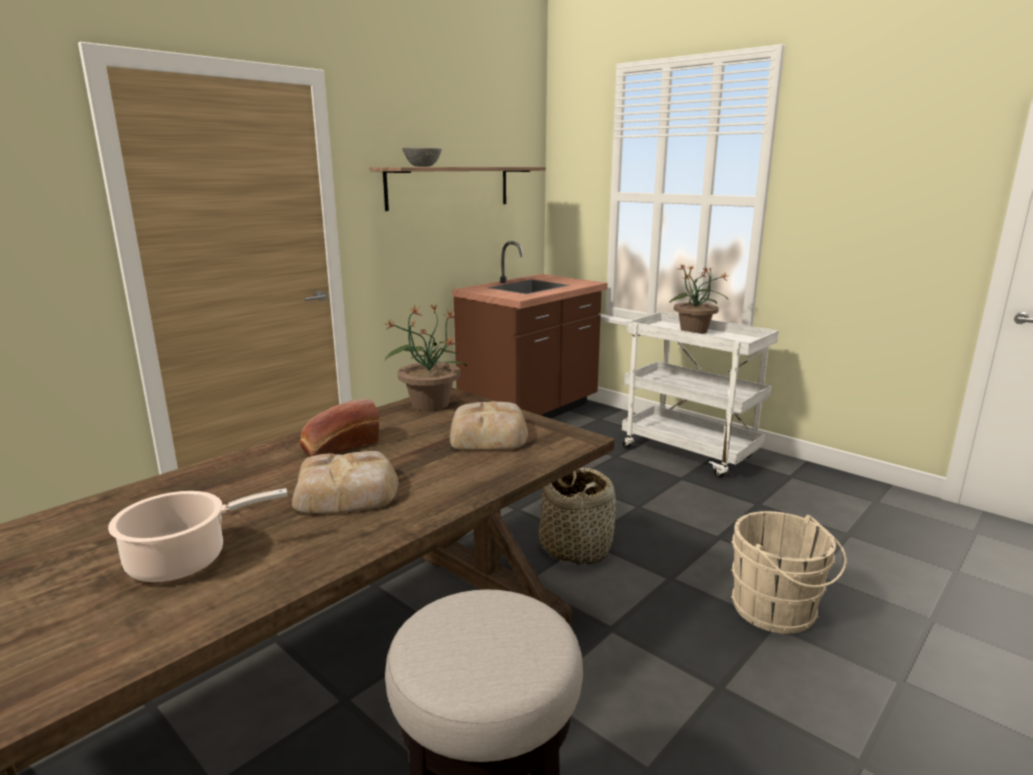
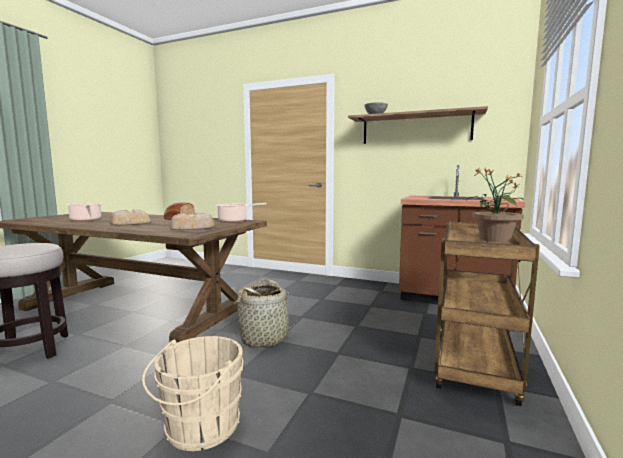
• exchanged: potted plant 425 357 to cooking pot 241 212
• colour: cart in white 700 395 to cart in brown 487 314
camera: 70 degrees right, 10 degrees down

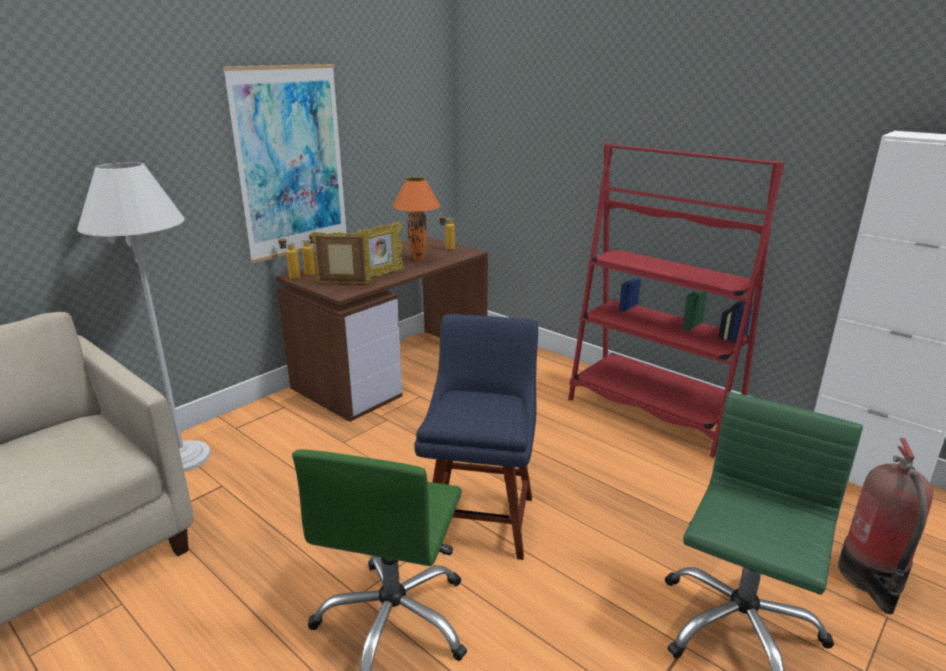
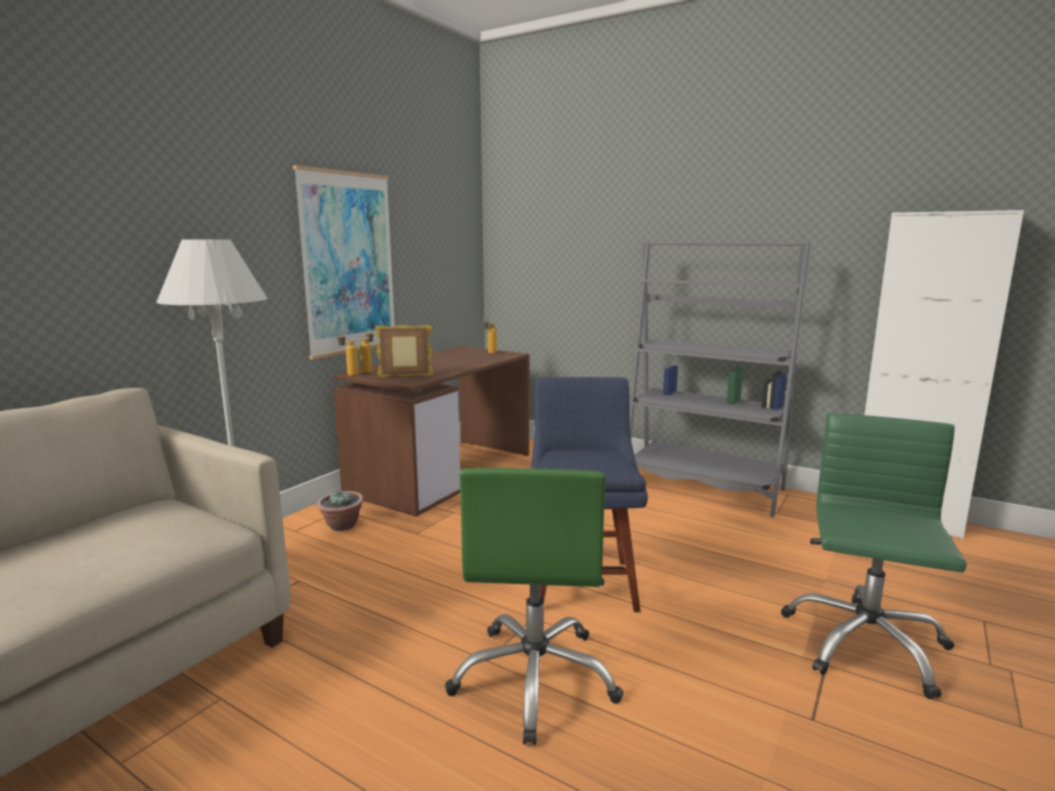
• missing: picture frame 380 249
• missing: table lamp in orange 416 219
• missing: fire extinguisher 885 526
• appeared: potted plant 340 511
• colour: bookcase in red 676 300 to bookcase in grey 719 379
camera: 10 degrees left, 10 degrees down

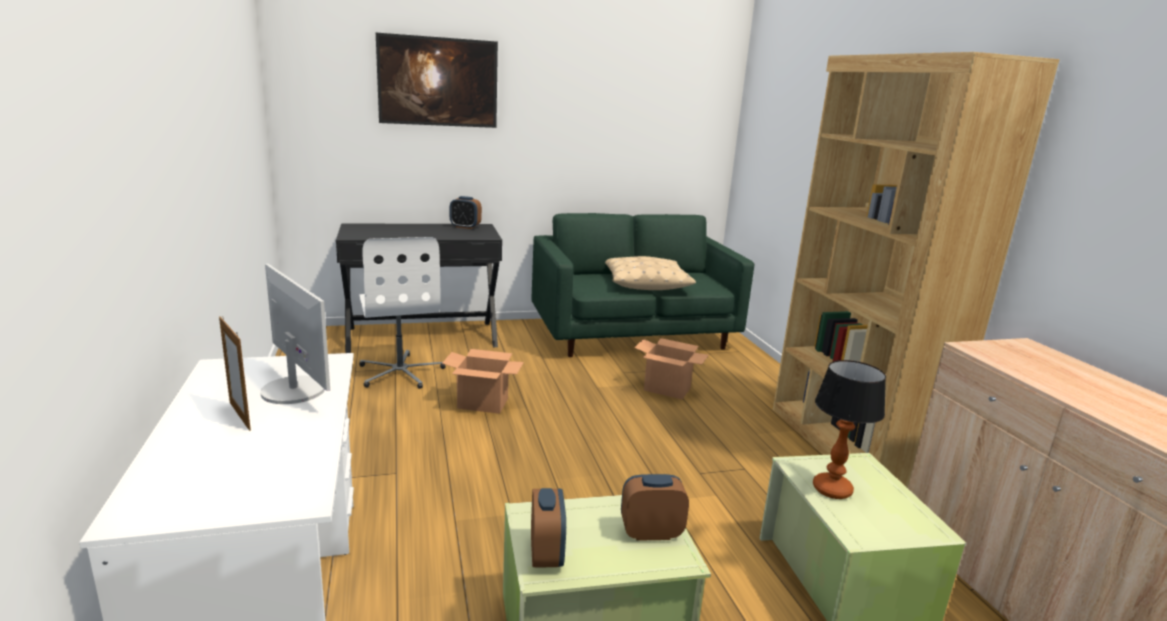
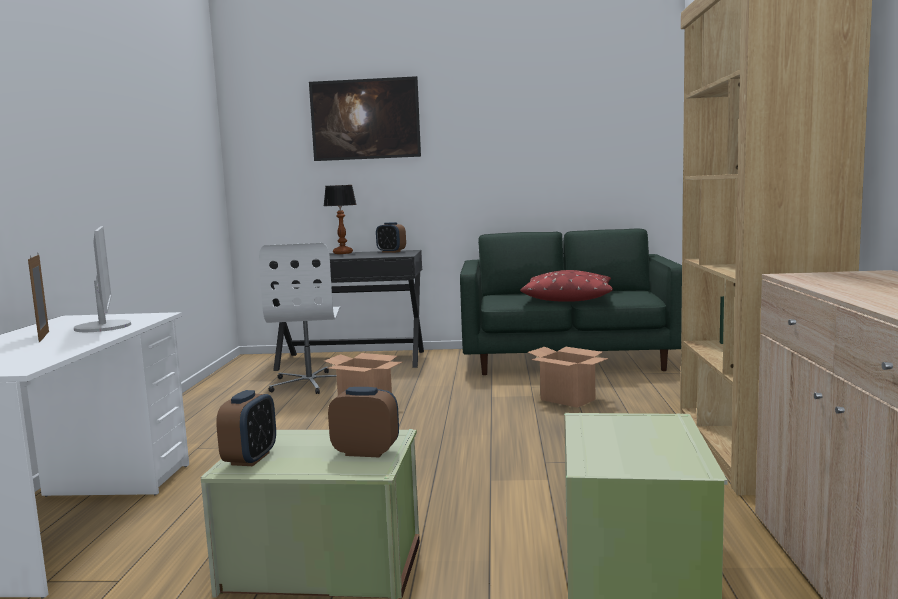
• relocated: table lamp 849 429 to 340 219
• colour: pillow in beige 650 273 to pillow in red 566 286
camera: 20 degrees right, 10 degrees down

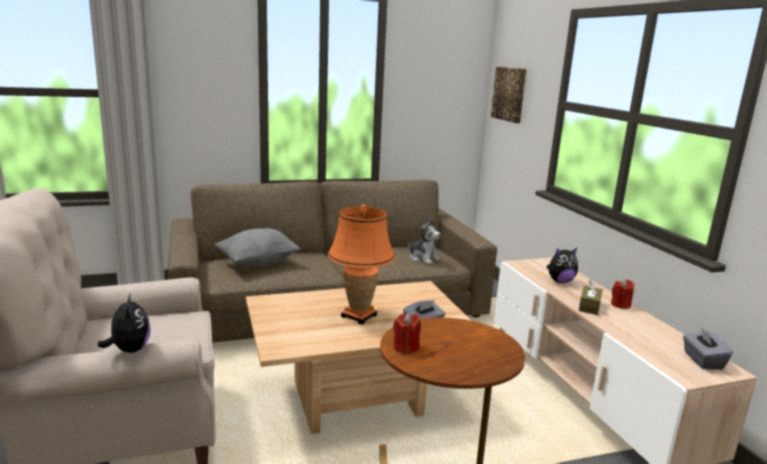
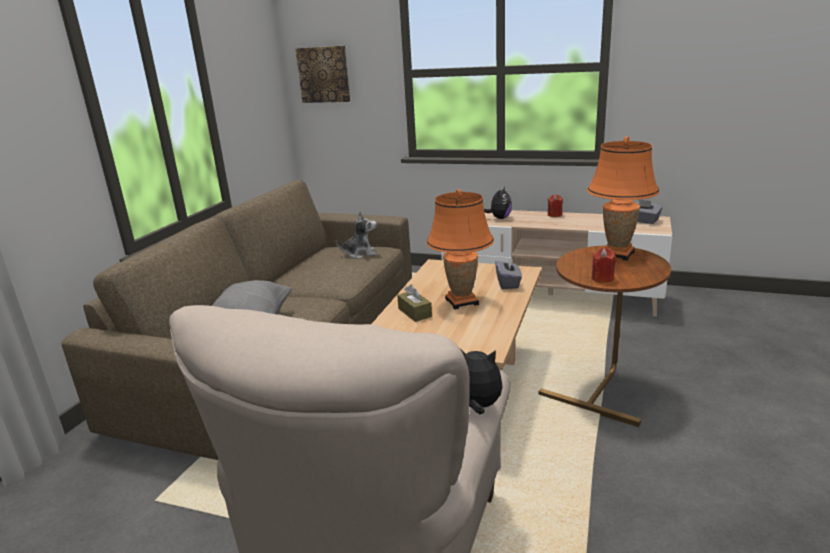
• appeared: table lamp in orange 623 198
• relocated: tissue box in brown 591 297 to 414 303
camera: 50 degrees left, 5 degrees up

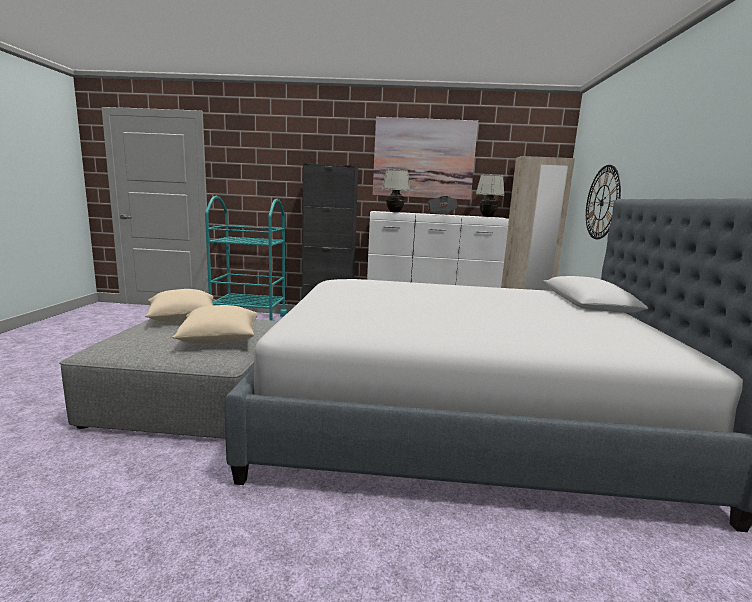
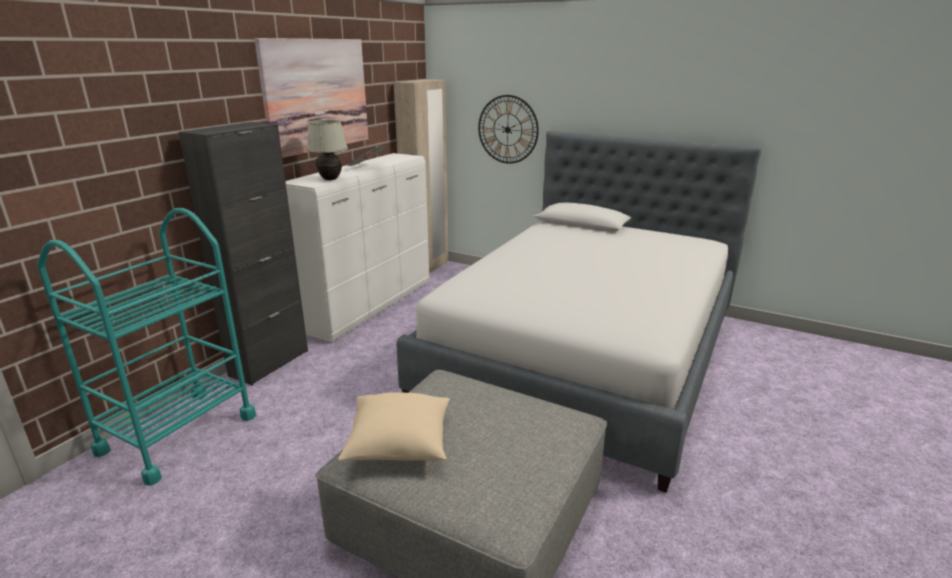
• missing: pillow in beige 215 324
• missing: table lamp in white 490 196
camera: 65 degrees left, 10 degrees up

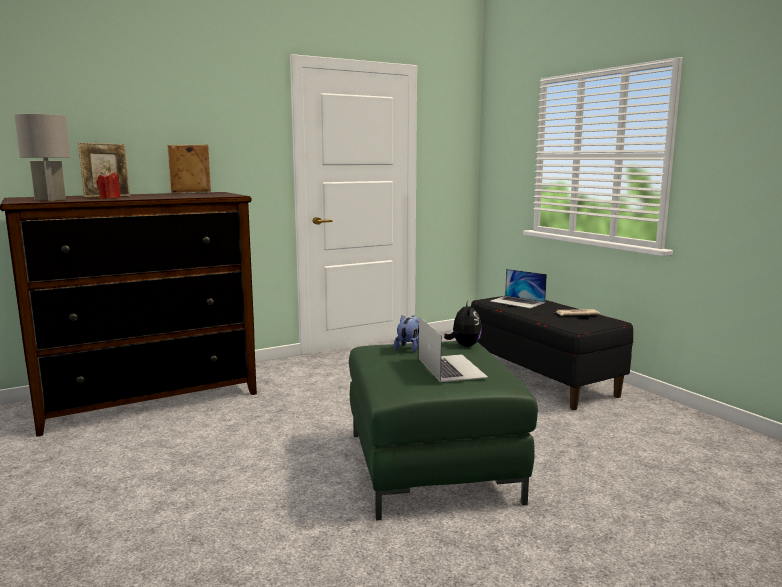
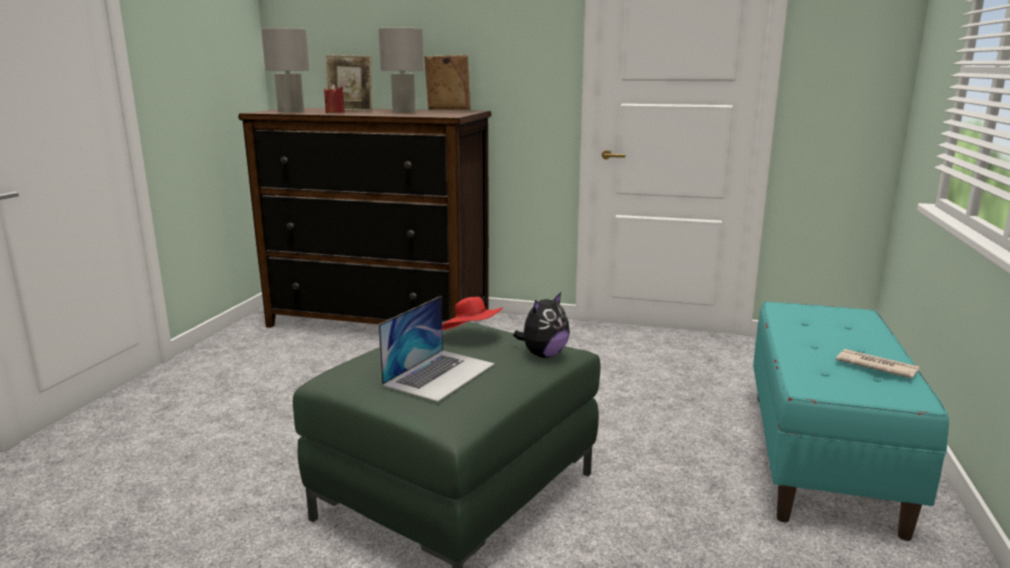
• missing: laptop 518 288
• appeared: table lamp in grey 401 70
• exchanged: plush toy 406 333 to hat in red 472 313
• colour: bench in black 552 353 to bench in turquoise 851 421
camera: 45 degrees right, 5 degrees up

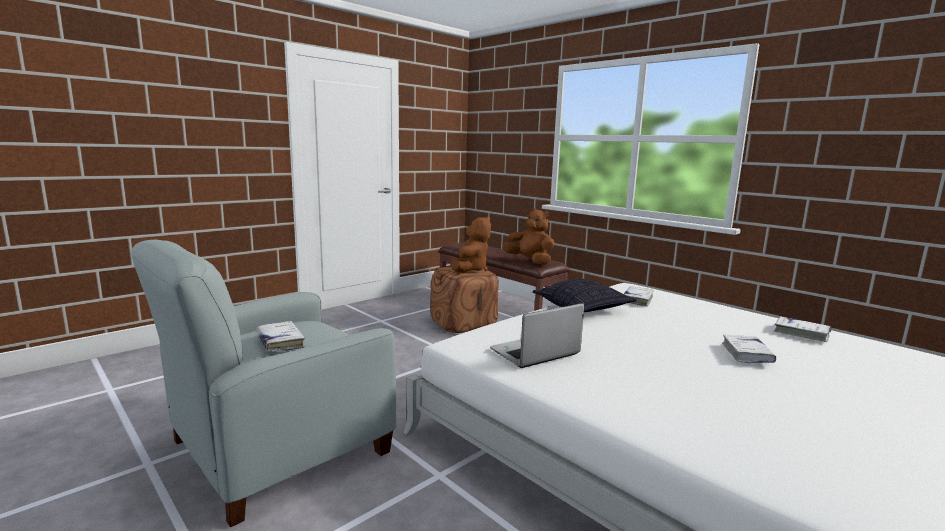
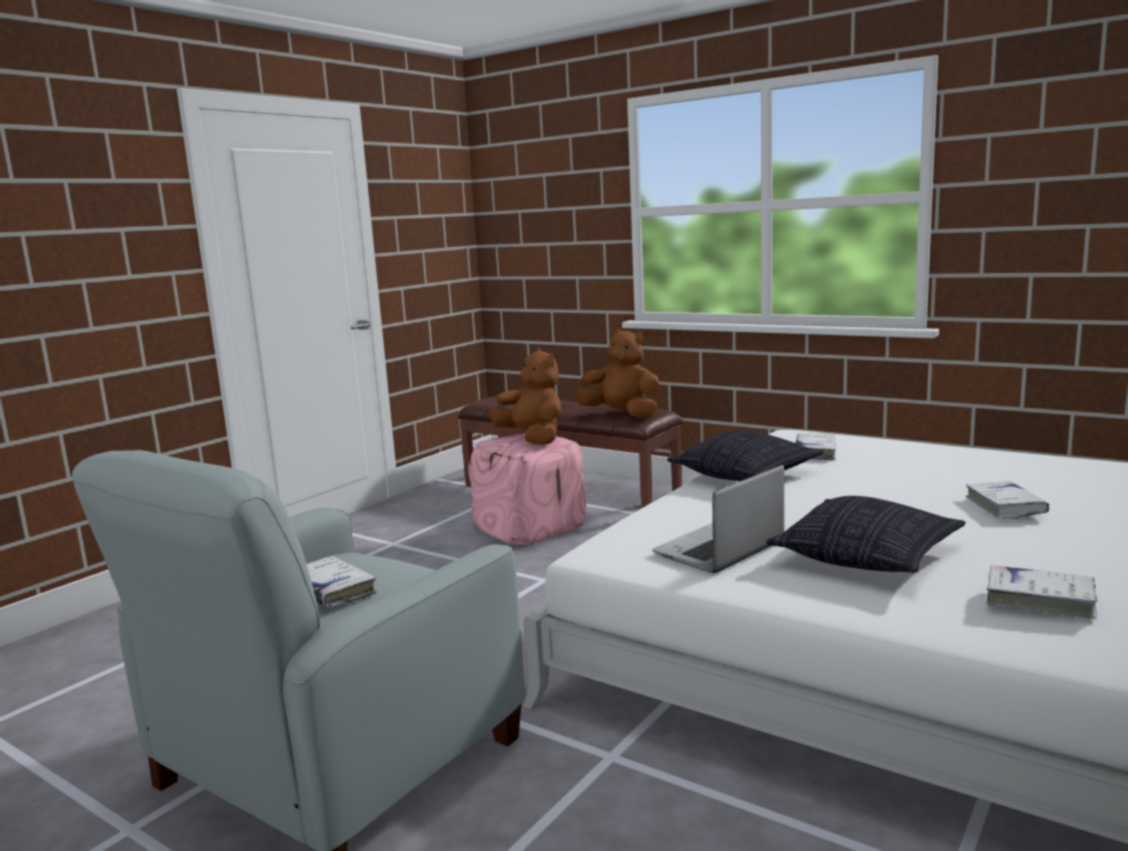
• appeared: pillow 866 534
• relocated: book in white 802 329 to 1042 592
• colour: ottoman in brown 464 299 to ottoman in pink 527 489
• spun: plush toy in brown 471 244 = 525 396 45 degrees counterclockwise
camera: 10 degrees left, 0 degrees up

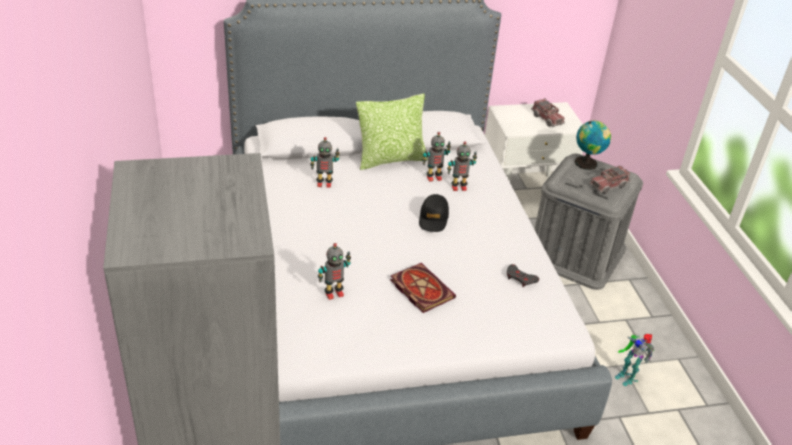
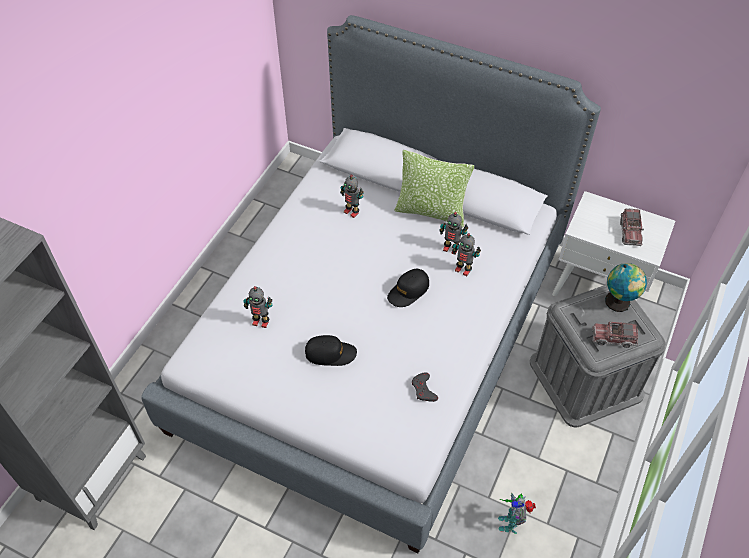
• exchanged: book 423 288 to cap in black 331 350
camera: 40 degrees right, 15 degrees up

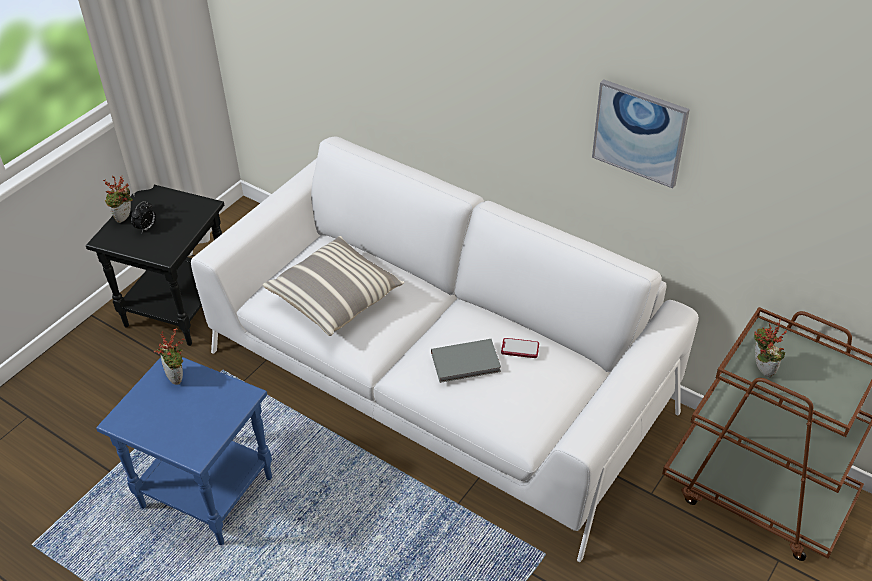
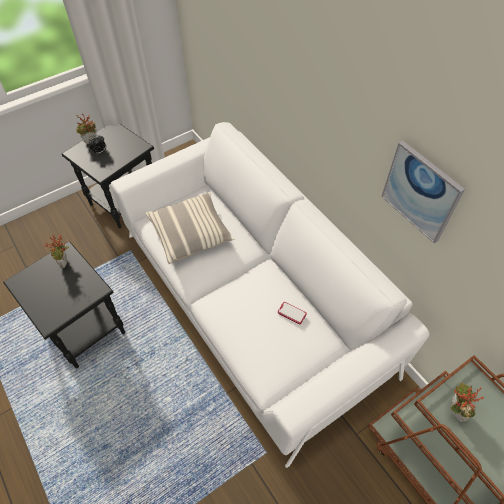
• missing: book in grey 466 361
• colour: side table in blue 184 451 to side table in black 64 304
camera: 20 degrees right, 10 degrees up

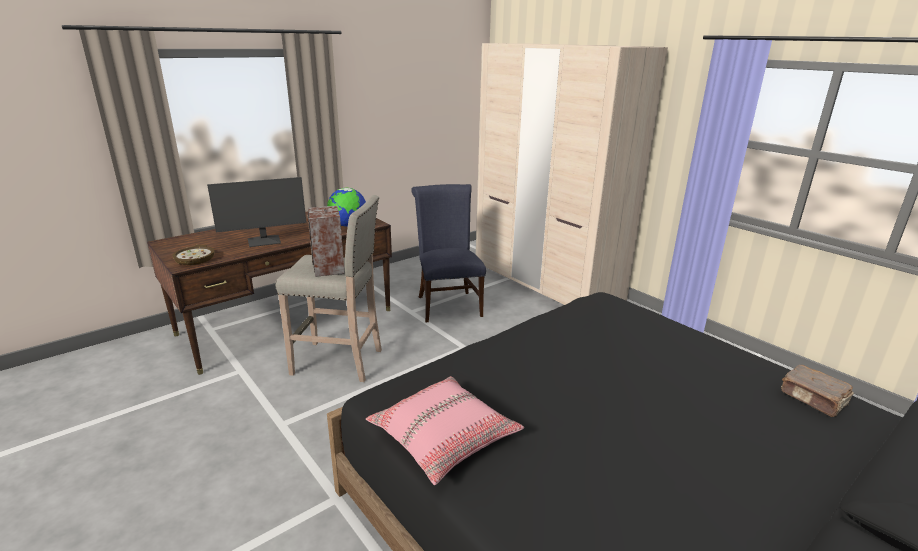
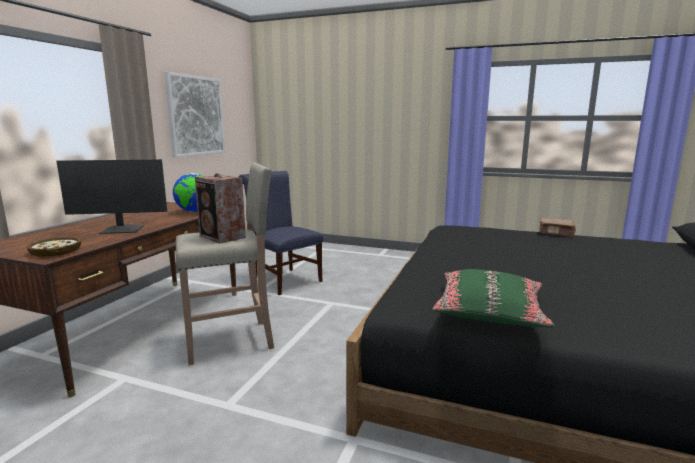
• missing: wardrobe in beige 572 174
• appeared: picture 194 115
• relocated: book in brown 817 391 to 557 227
• colour: pillow in pink 445 430 to pillow in green 493 298
• spun: monitor 256 212 = 112 196 45 degrees clockwise
camera: 30 degrees left, 10 degrees down

